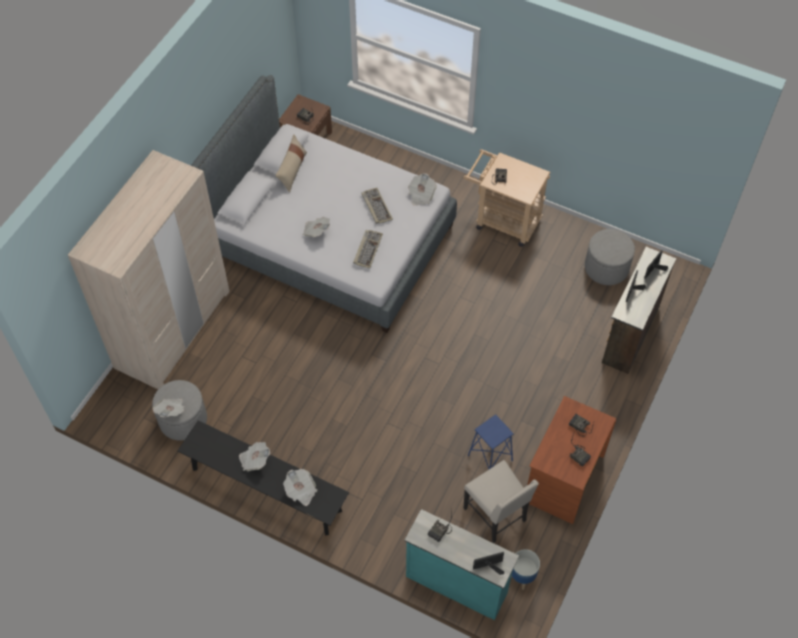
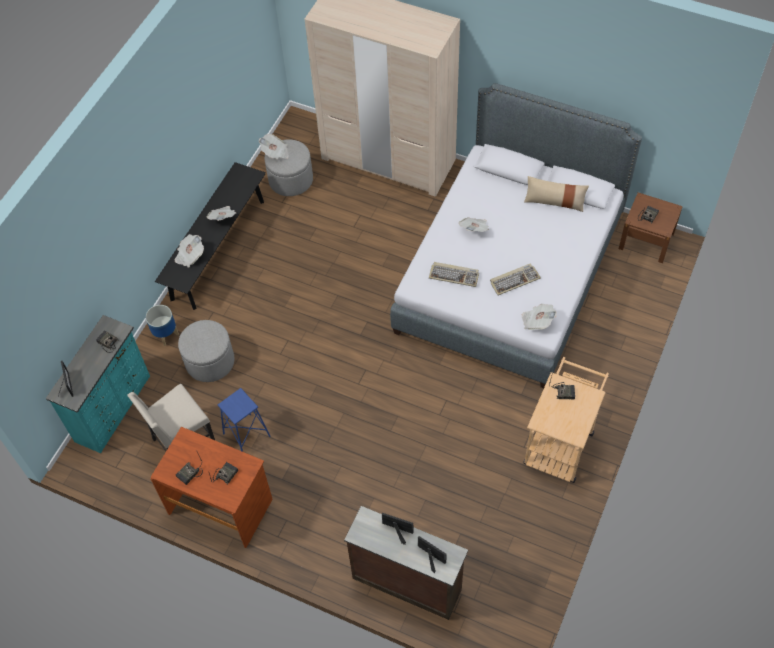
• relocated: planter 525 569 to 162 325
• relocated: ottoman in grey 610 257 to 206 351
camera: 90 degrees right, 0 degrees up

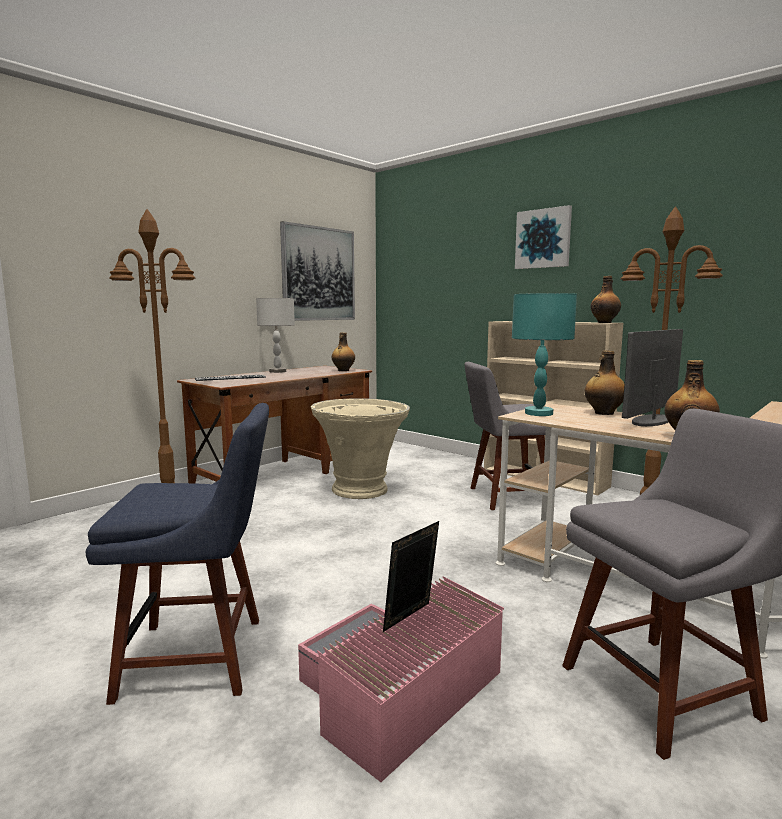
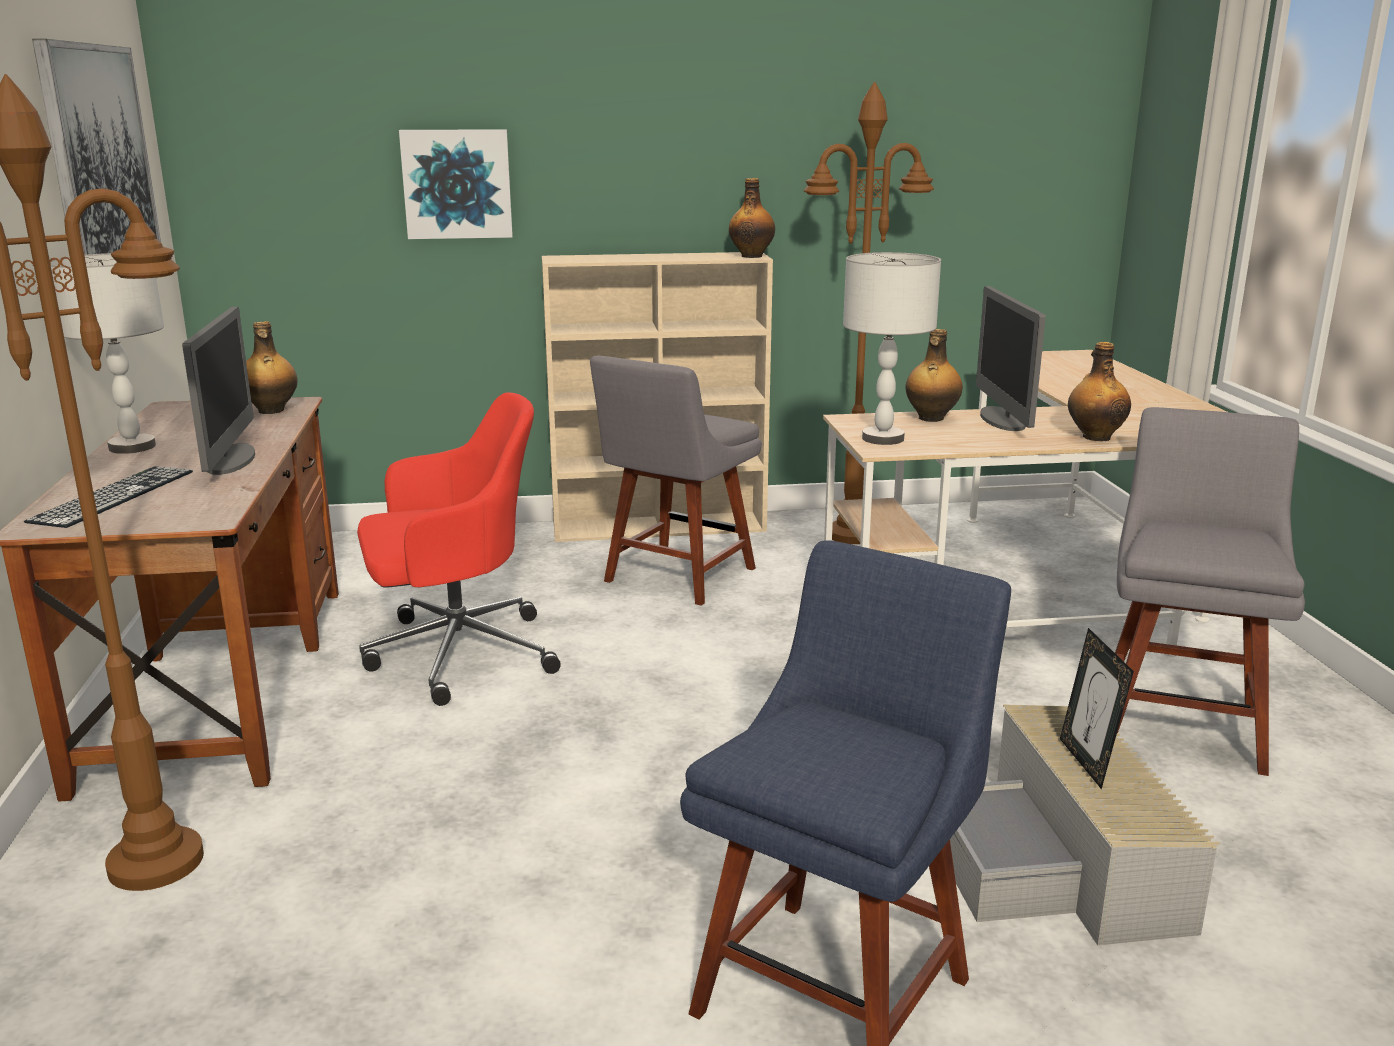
• appeared: monitor 218 391
• relocated: picture 543 237 to 456 184
• exchanged: planter in beige 360 448 to office chair in red 459 549
• colour: storage box in pink 401 679 to storage box in grey 1085 824
• colour: table lamp in turquoise 544 354 to table lamp in grey 892 348
camera: 50 degrees left, 10 degrees up

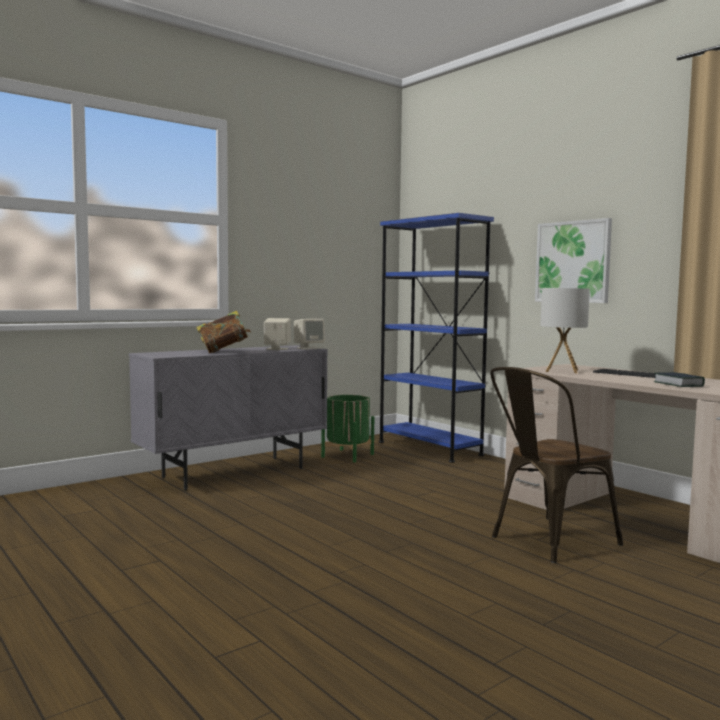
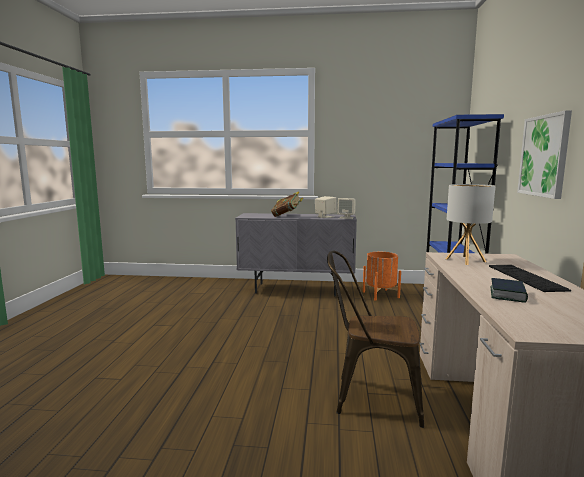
• colour: planter in green 347 429 to planter in orange 382 276
camera: 45 degrees right, 5 degrees up

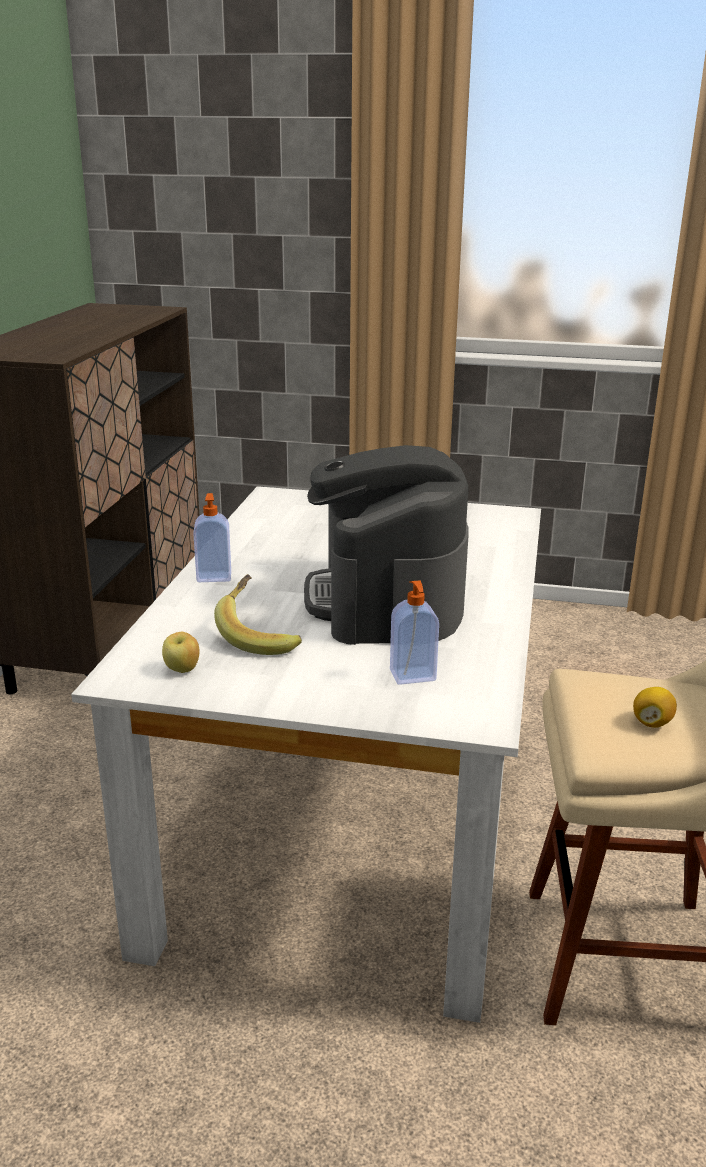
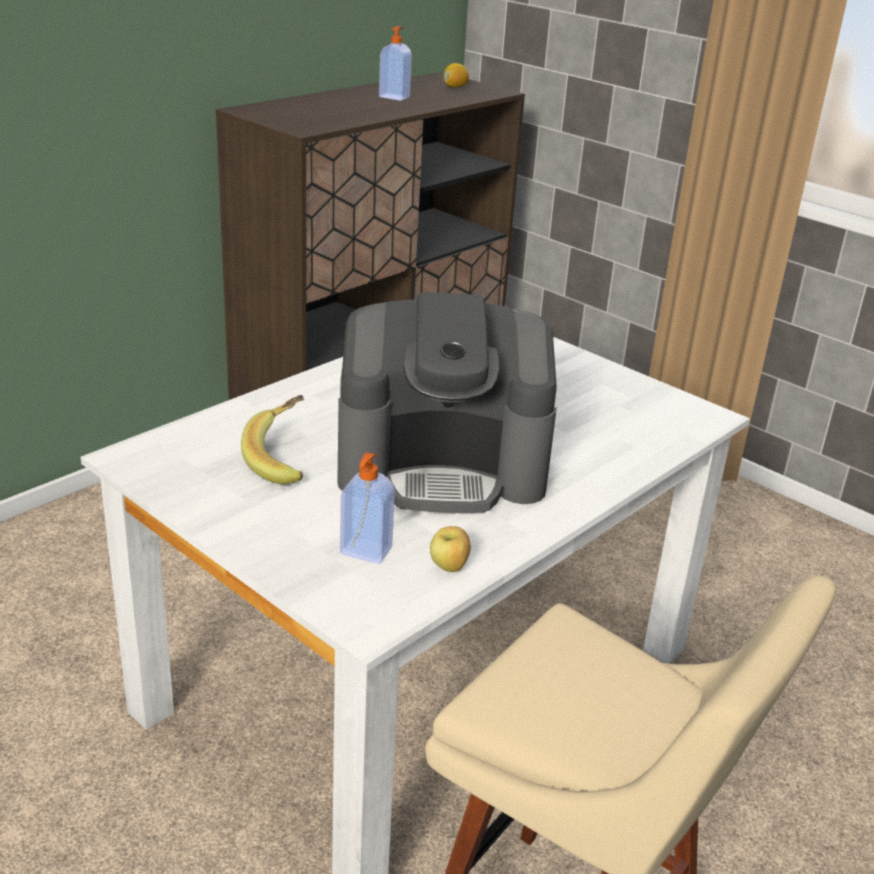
• relocated: apple 180 652 to 450 549
• relocated: soap dispenser 212 537 to 395 63
• relocated: lemon 655 707 to 456 75
• spun: coffee machine 386 545 = 447 402 120 degrees counterclockwise
camera: 30 degrees right, 5 degrees up

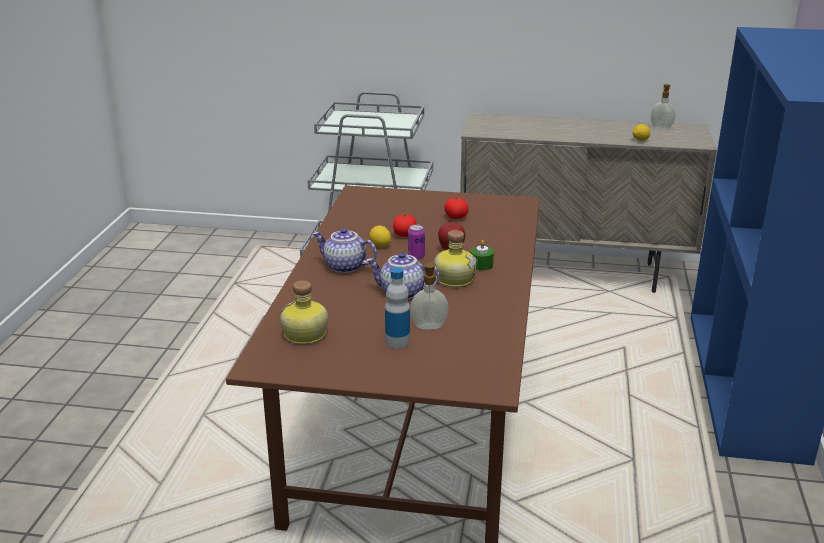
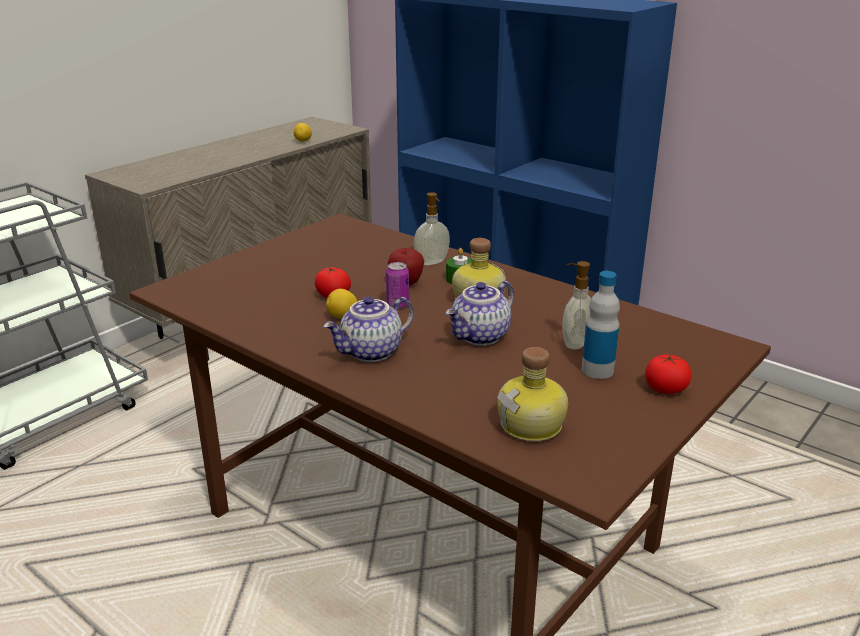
• relocated: tomato 456 208 to 668 374
• relocated: soap dispenser 663 107 to 432 228
camera: 60 degrees left, 0 degrees up

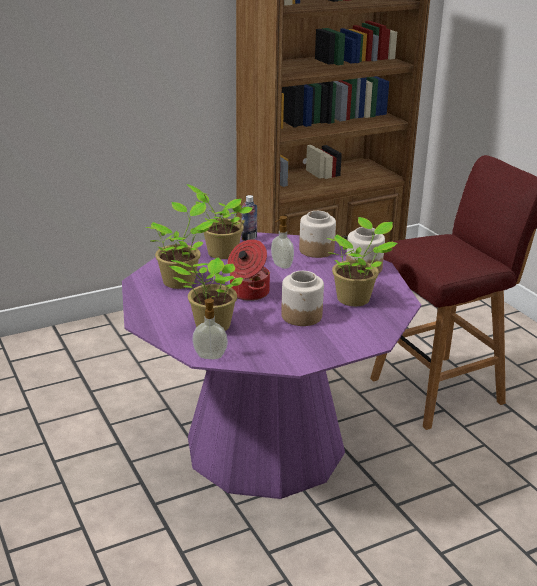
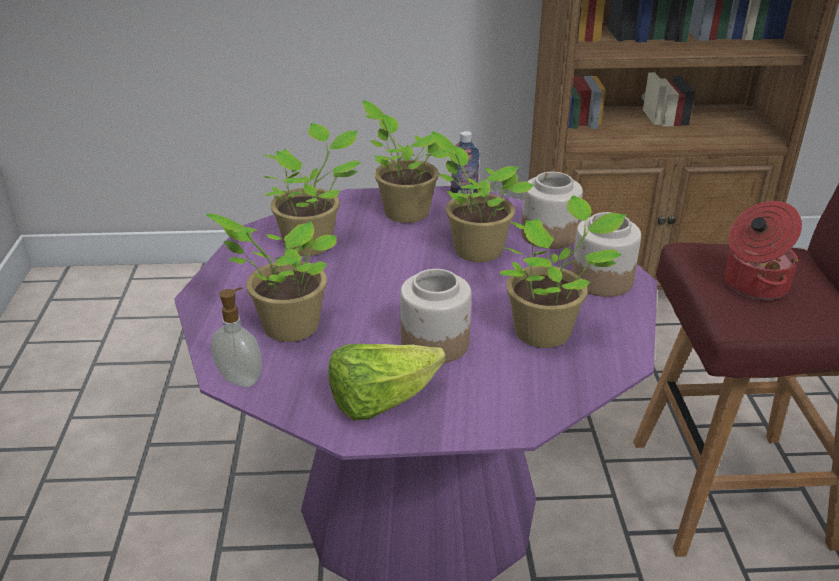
• appeared: lettuce 386 382
• relocated: cooking pot 248 270 to 763 250
• exchanged: soap dispenser 282 242 to potted plant 482 196
camera: 25 degrees right, 5 degrees up

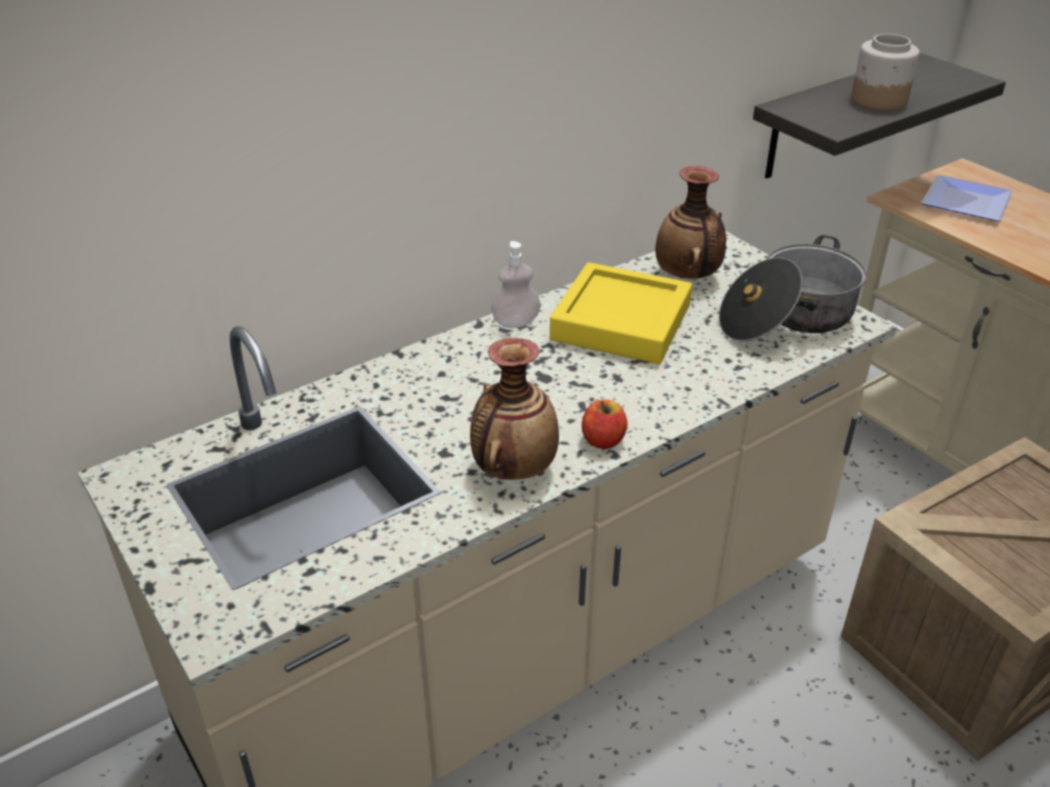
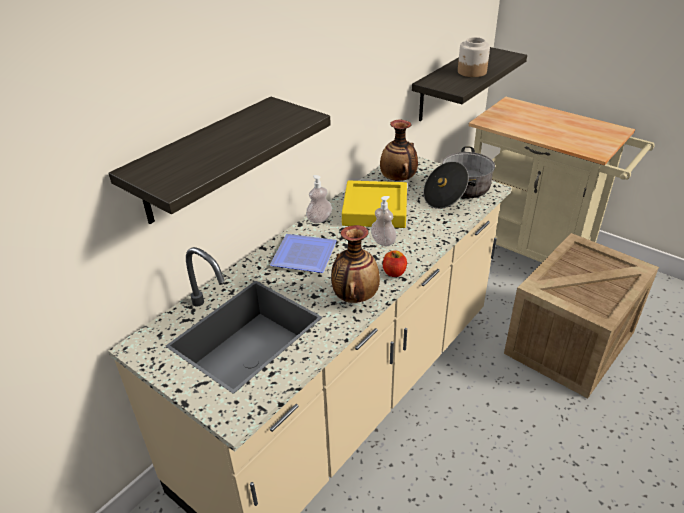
• appeared: shelf 219 160
• appeared: soap dispenser 384 221
• relocated: plate 967 198 to 303 253
camera: 15 degrees left, 0 degrees up

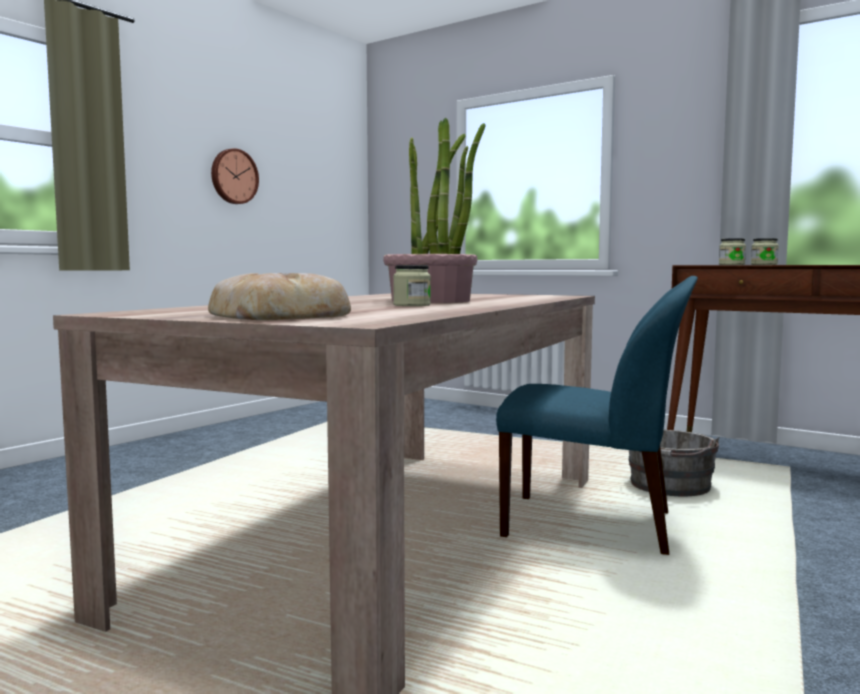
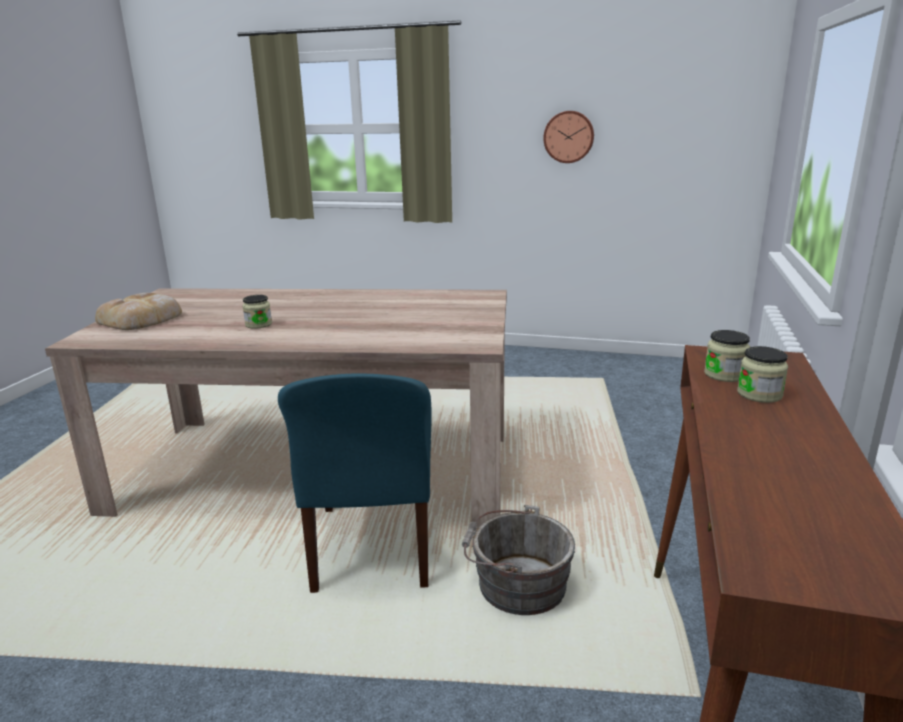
• missing: potted plant 434 210
camera: 70 degrees right, 15 degrees up

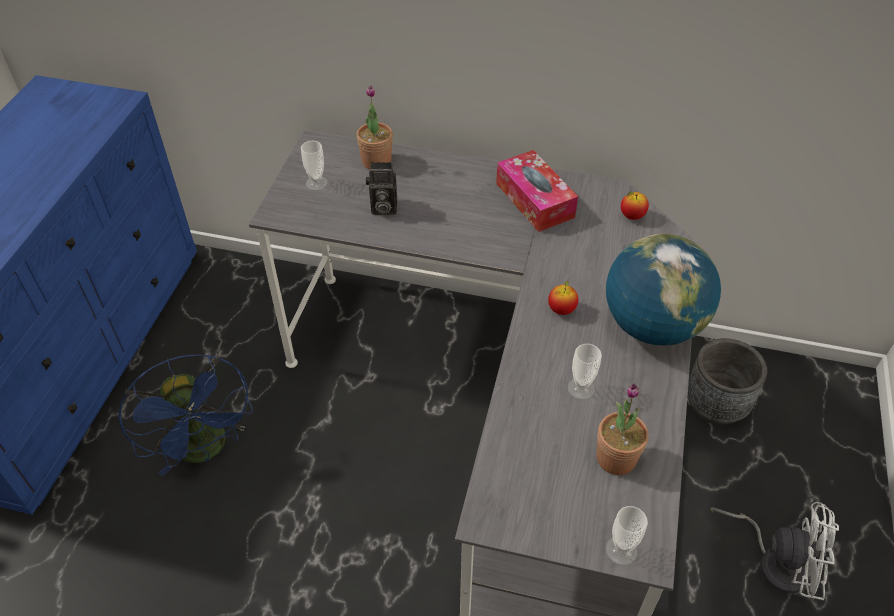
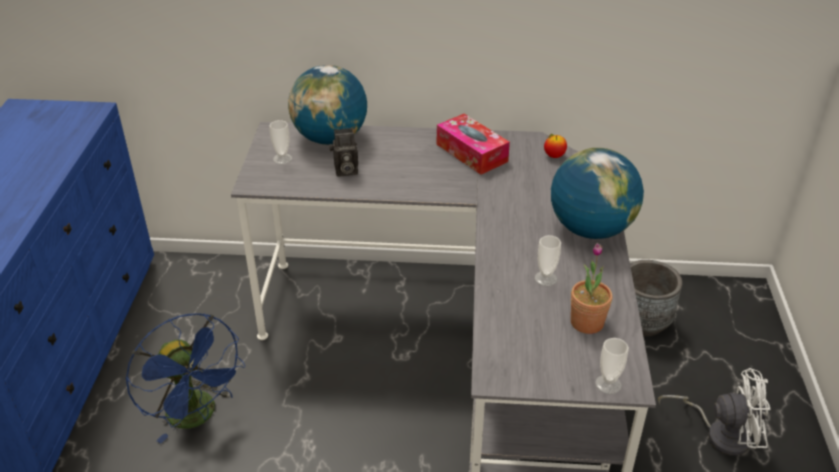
• missing: apple 563 297
• exchanged: potted plant 374 127 to globe 327 105
camera: 10 degrees left, 10 degrees down

